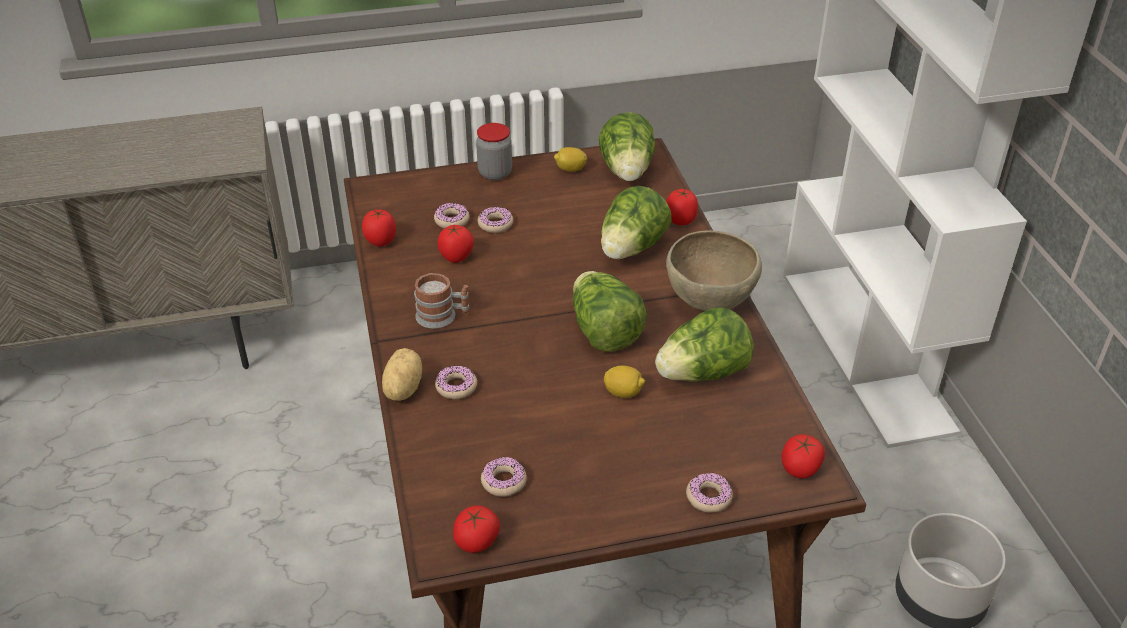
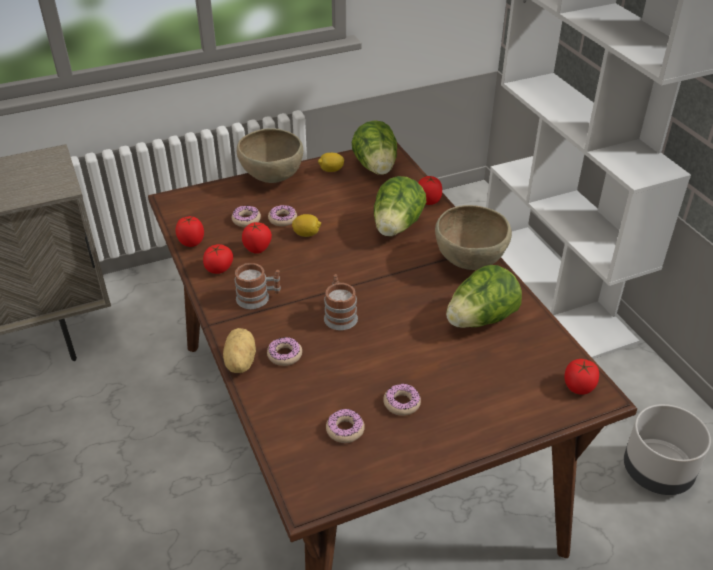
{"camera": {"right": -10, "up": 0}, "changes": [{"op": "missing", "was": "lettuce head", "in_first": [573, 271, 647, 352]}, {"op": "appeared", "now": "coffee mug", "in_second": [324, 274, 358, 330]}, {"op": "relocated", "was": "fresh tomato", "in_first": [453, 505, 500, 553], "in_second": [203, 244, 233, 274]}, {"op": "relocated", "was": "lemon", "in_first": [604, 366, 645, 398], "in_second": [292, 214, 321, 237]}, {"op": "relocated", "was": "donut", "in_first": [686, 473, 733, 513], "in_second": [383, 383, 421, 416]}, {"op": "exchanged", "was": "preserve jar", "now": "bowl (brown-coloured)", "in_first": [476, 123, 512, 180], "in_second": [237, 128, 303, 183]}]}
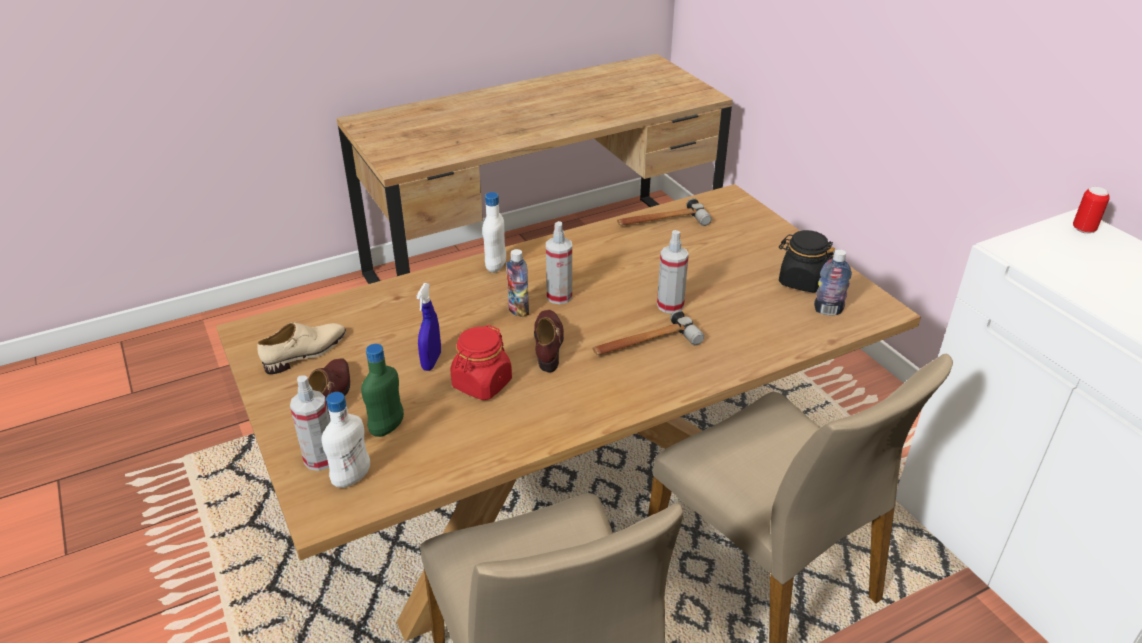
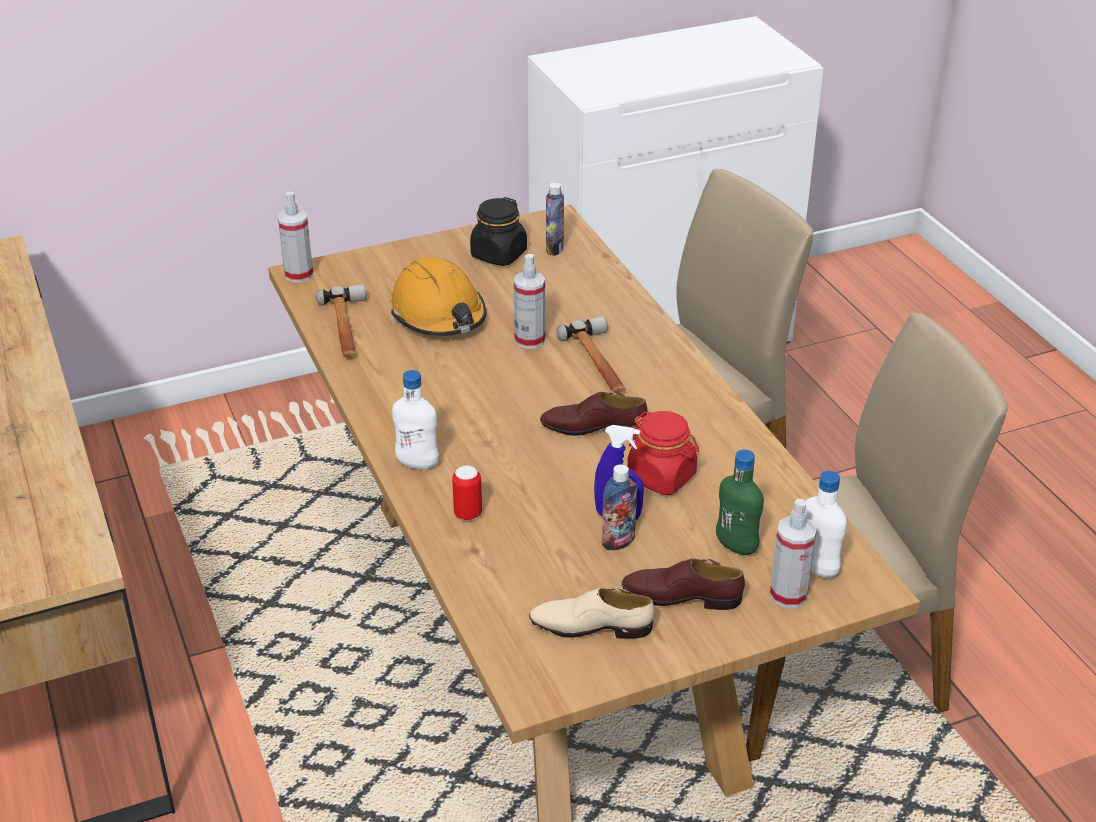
{"camera": {"right": -85, "up": 0}, "changes": [{"op": "appeared", "now": "safety helmet (orange)", "in_second": [391, 257, 487, 336]}, {"op": "relocated", "was": "beverage bottle", "in_first": [506, 249, 529, 317], "in_second": [602, 464, 637, 550]}, {"op": "relocated", "was": "sprayer", "in_first": [546, 221, 572, 304], "in_second": [278, 192, 313, 283]}, {"op": "relocated", "was": "metal can", "in_first": [1073, 187, 1110, 233], "in_second": [452, 465, 482, 521]}, {"op": "spun", "was": "item of footwear (beige)", "in_first": [257, 322, 346, 374], "in_second": [529, 587, 655, 639], "clockwise": -45}]}
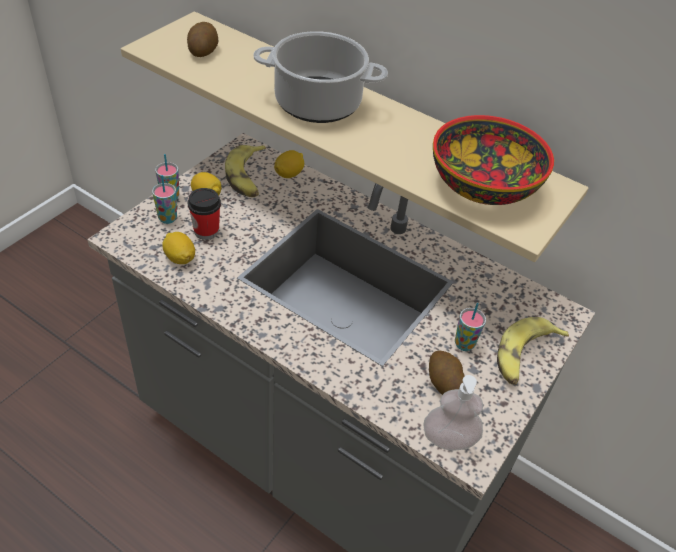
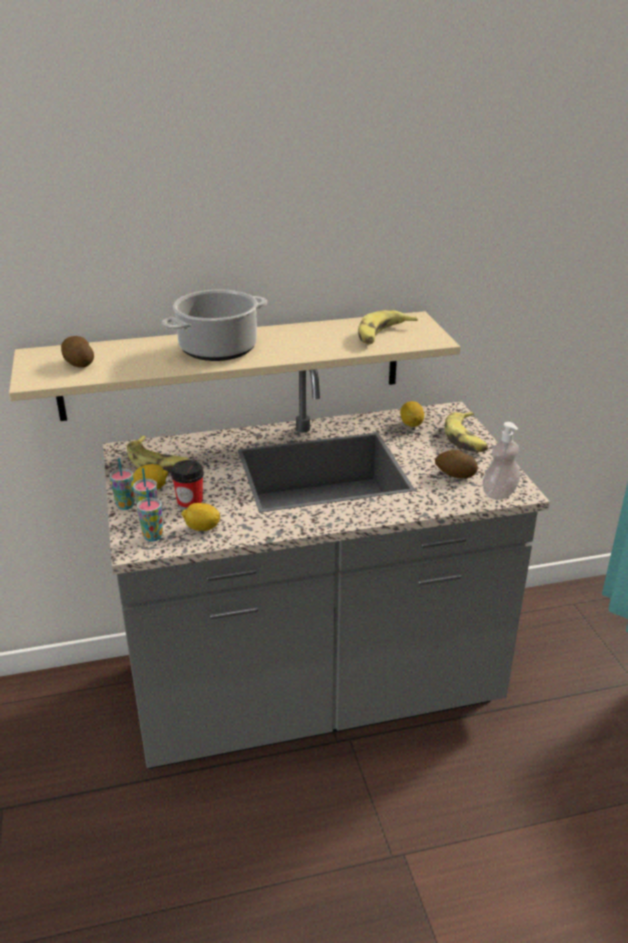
{"camera": {"right": -45, "up": -15}, "changes": [{"op": "relocated", "was": "lemon", "in_first": [274, 150, 304, 178], "in_second": [400, 401, 424, 427]}, {"op": "relocated", "was": "drinking cup", "in_first": [455, 303, 486, 351], "in_second": [137, 487, 163, 542]}, {"op": "exchanged", "was": "bowl", "now": "banana fruit", "in_first": [433, 115, 554, 205], "in_second": [358, 310, 418, 344]}]}
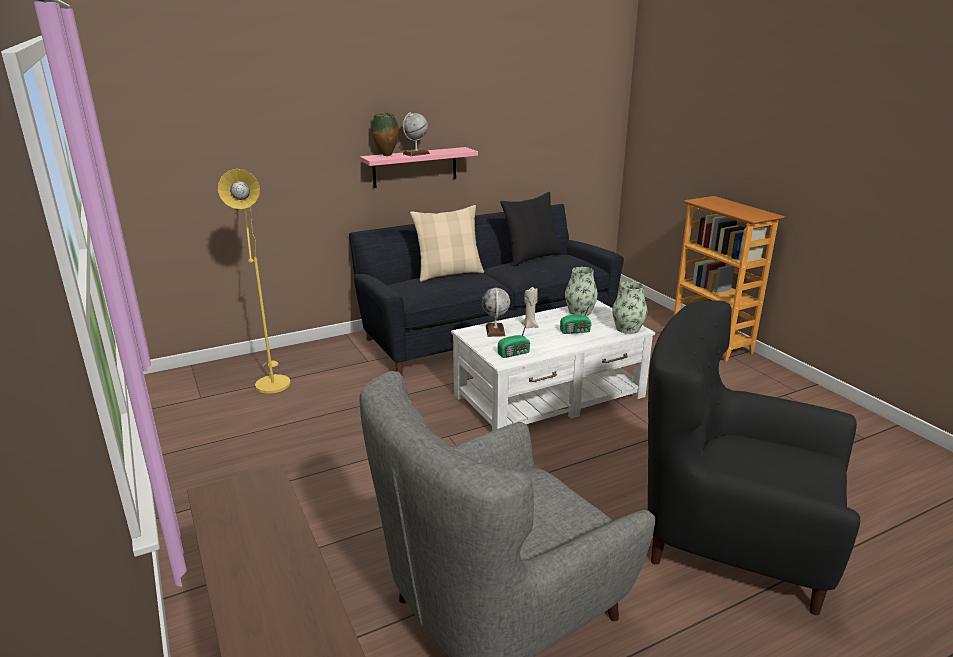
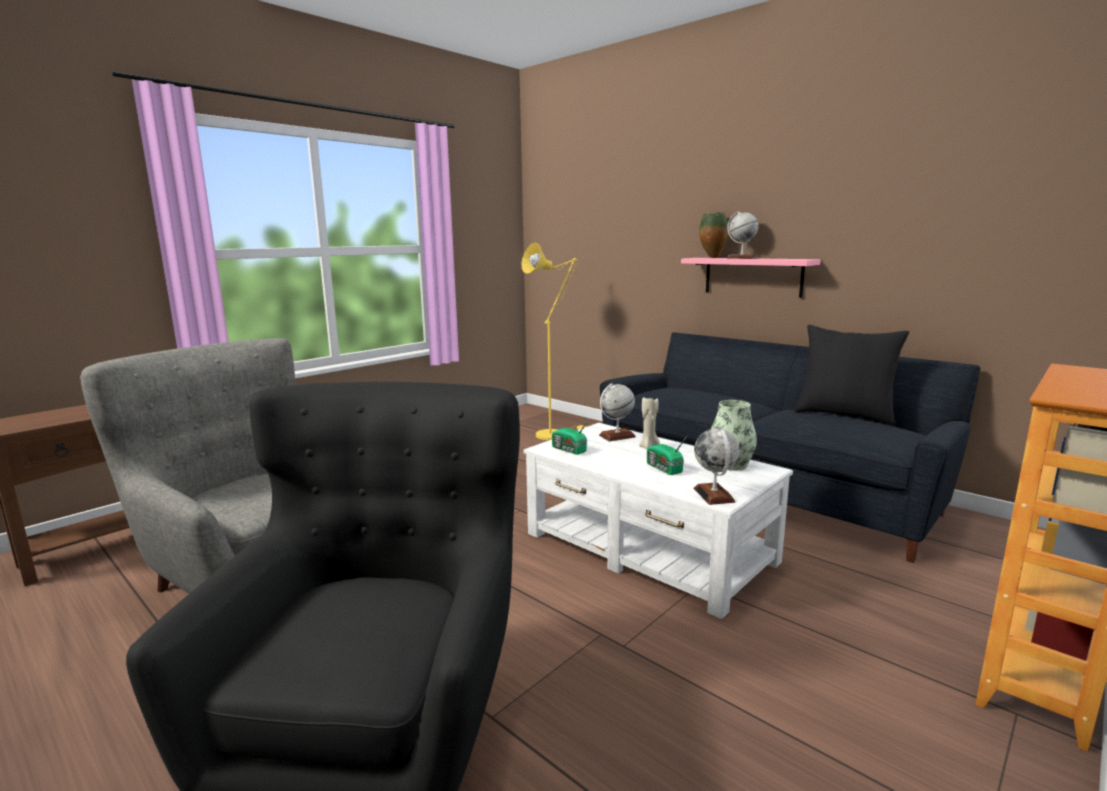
{"camera": {"right": 70, "up": -10}, "changes": [{"op": "missing", "was": "cushion (beige)", "in_first": [410, 205, 484, 282]}, {"op": "exchanged", "was": "decorative vase", "now": "desk globe", "in_first": [612, 281, 647, 334], "in_second": [694, 428, 740, 505]}]}
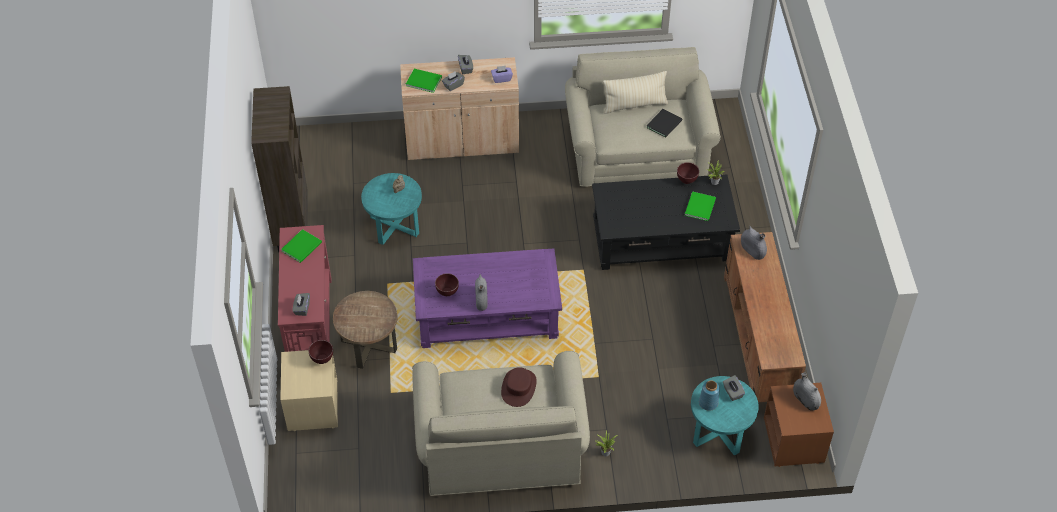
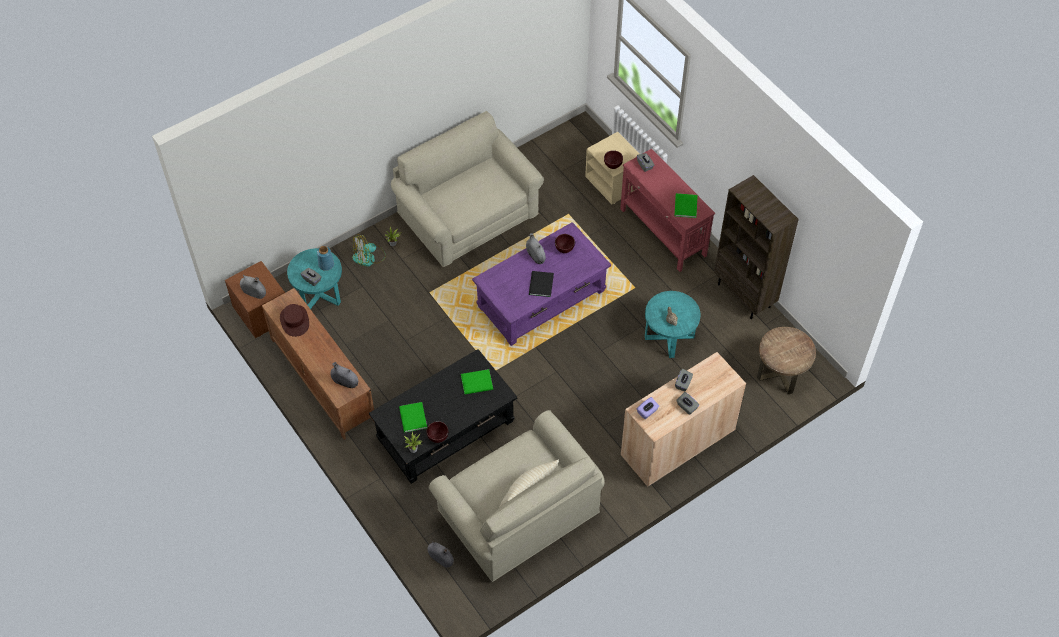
{"camera": {"right": 150, "up": 5}, "changes": [{"op": "appeared", "now": "fan", "in_second": [352, 234, 386, 266]}, {"op": "appeared", "now": "decorative vase (gray)", "in_second": [427, 542, 454, 568]}, {"op": "relocated", "was": "accent table (brown-coloured)", "in_first": [333, 291, 397, 369], "in_second": [757, 327, 816, 394]}, {"op": "relocated", "was": "volume (green-coloured)", "in_first": [406, 69, 442, 93], "in_second": [461, 369, 493, 394]}, {"op": "relocated", "was": "wearable hat (brown-coloured)", "in_first": [501, 367, 536, 407], "in_second": [280, 304, 309, 337]}, {"op": "relocated", "was": "volume (blackish)", "in_first": [646, 109, 682, 138], "in_second": [529, 271, 554, 297]}]}
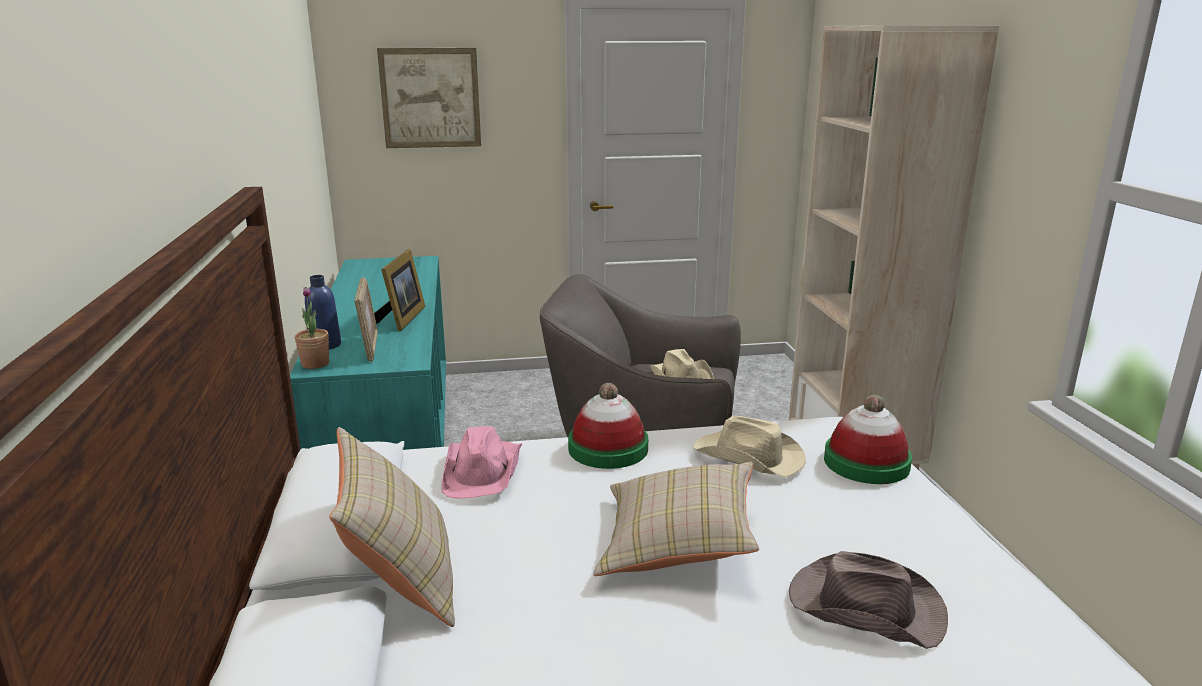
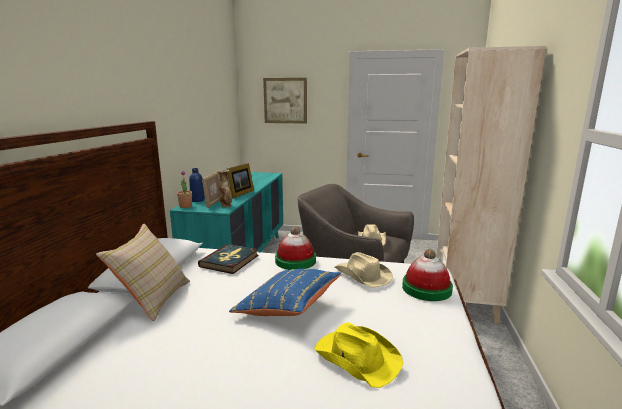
{"camera": {"right": 20, "up": -5}, "changes": [{"op": "appeared", "now": "decorative vase", "in_second": [217, 170, 232, 207]}, {"op": "exchanged", "was": "wearable hat (pink-coloured)", "now": "volume", "in_first": [441, 426, 522, 499], "in_second": [198, 244, 259, 274]}, {"op": "colour", "was": "cushion (beige)", "now": "cushion (bluish)", "in_first": [593, 462, 759, 576], "in_second": [229, 269, 342, 316]}, {"op": "colour", "was": "wearable hat (brown-coloured)", "now": "wearable hat (yellow-coloured)", "in_first": [789, 551, 948, 649], "in_second": [314, 322, 403, 388]}]}
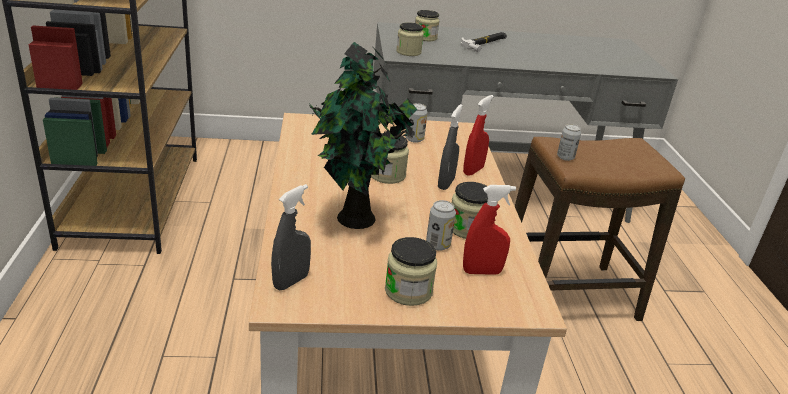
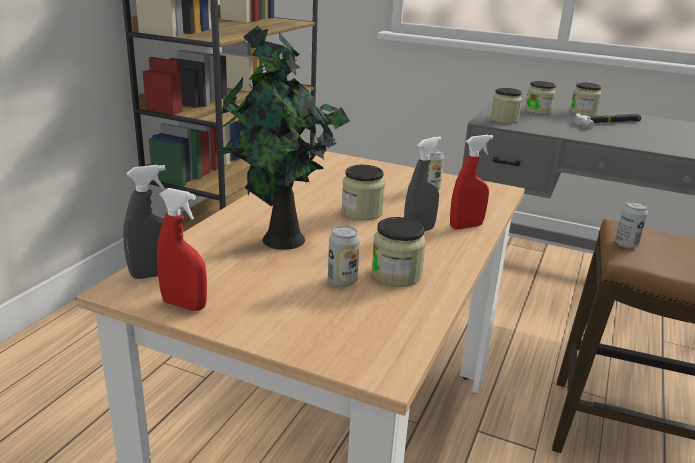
{"camera": {"right": 30, "up": -5}, "changes": [{"op": "relocated", "was": "preserve jar", "in_first": [385, 237, 437, 306], "in_second": [570, 82, 601, 116]}, {"op": "relocated", "was": "sprayer (red)", "in_first": [463, 185, 516, 275], "in_second": [157, 188, 207, 311]}]}
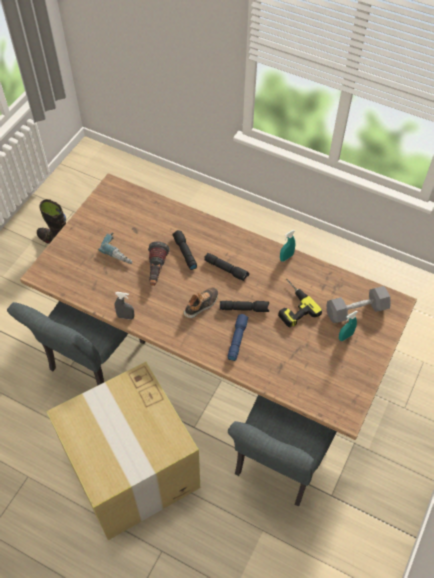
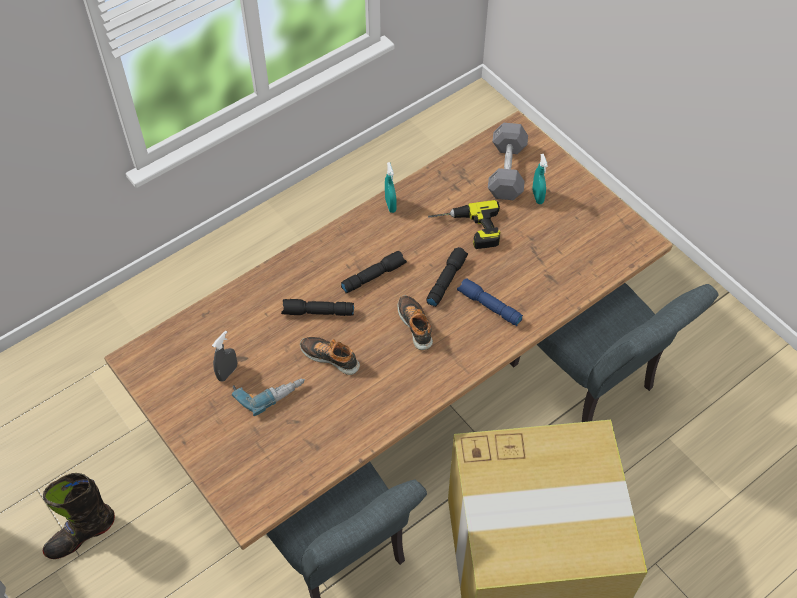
{"camera": {"right": -65, "up": 0}, "changes": [{"op": "relocated", "was": "sprayer (gray)", "in_first": [115, 292, 134, 320], "in_second": [212, 331, 237, 381]}, {"op": "exchanged", "was": "flashlight", "now": "item of footwear", "in_first": [148, 241, 170, 286], "in_second": [300, 337, 360, 375]}]}
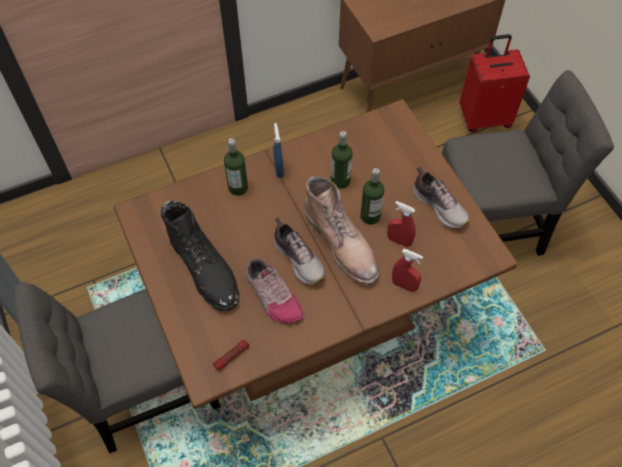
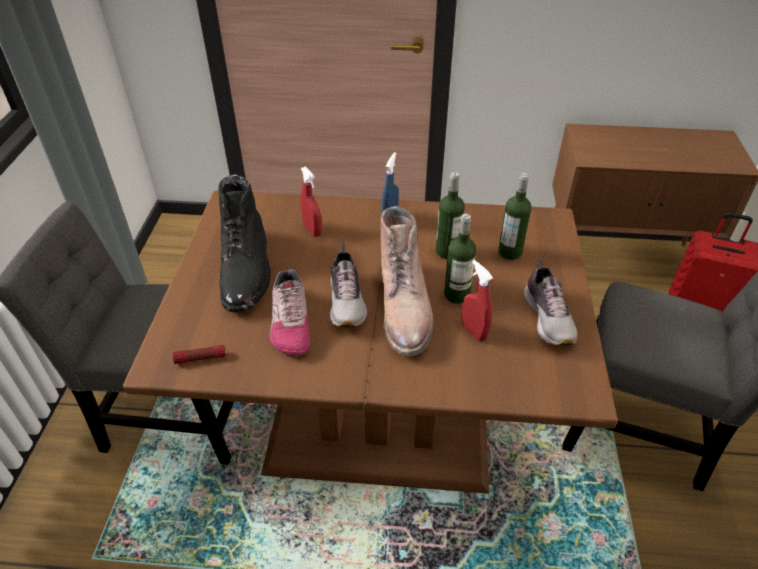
{"camera": {"right": 30, "up": -15}, "changes": [{"op": "relocated", "was": "beverage bottle", "in_first": [224, 138, 248, 196], "in_second": [498, 173, 532, 260]}, {"op": "relocated", "was": "sprayer (red)", "in_first": [392, 249, 423, 292], "in_second": [301, 166, 322, 237]}]}
